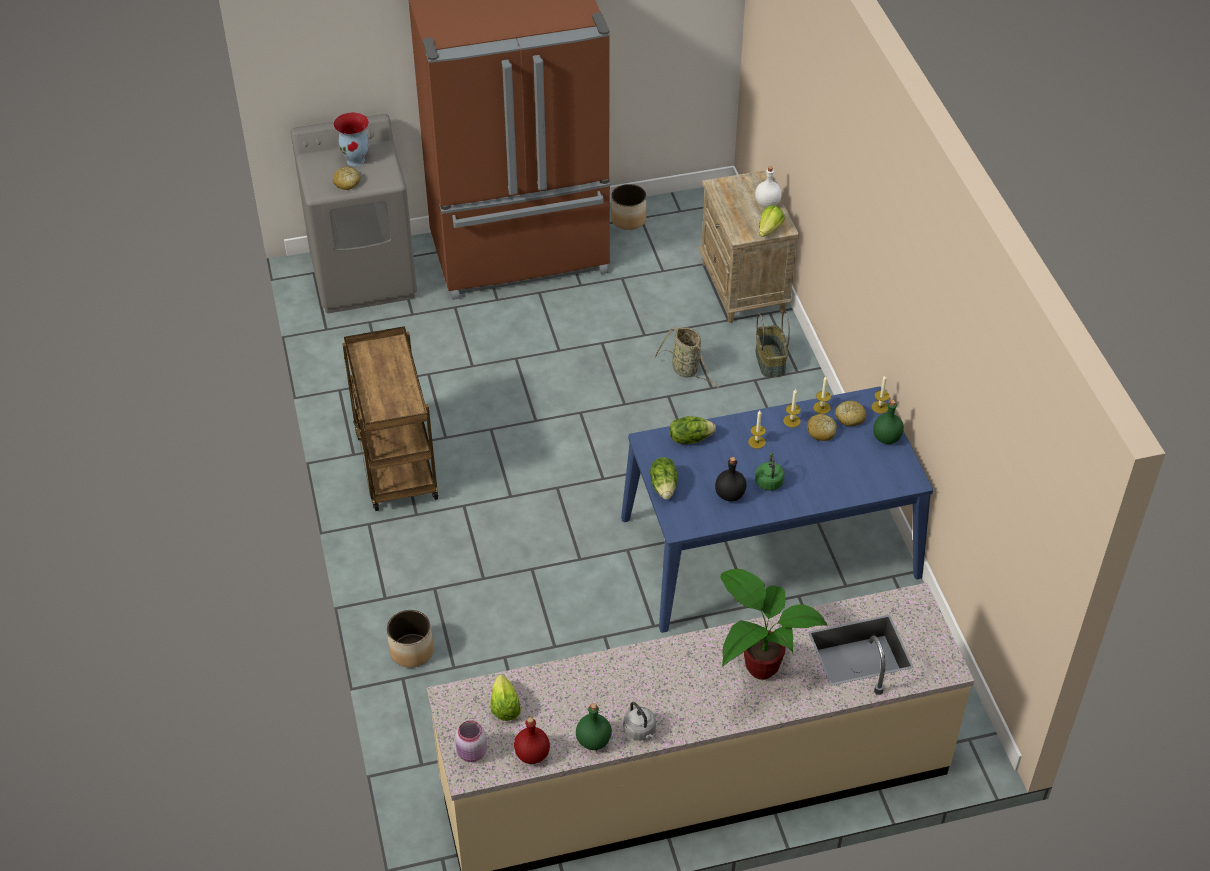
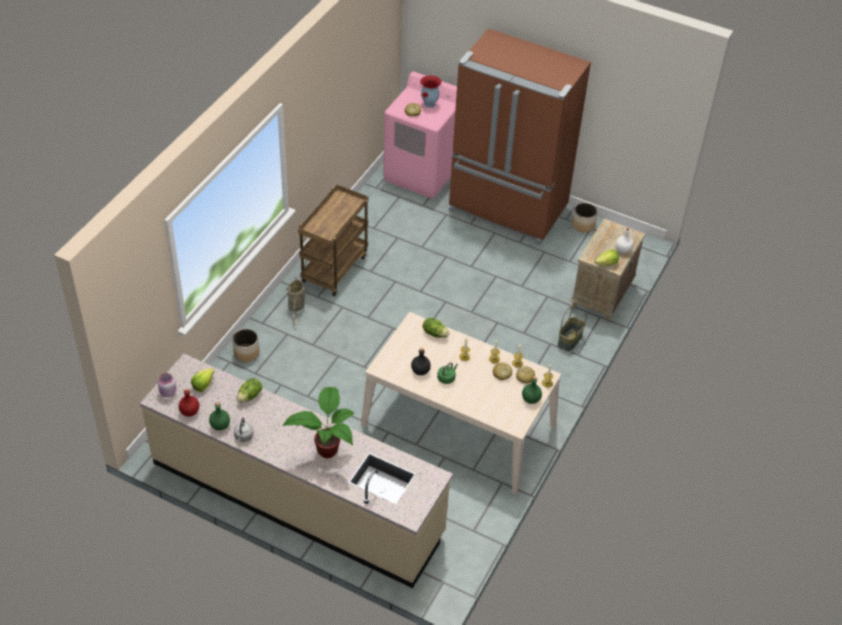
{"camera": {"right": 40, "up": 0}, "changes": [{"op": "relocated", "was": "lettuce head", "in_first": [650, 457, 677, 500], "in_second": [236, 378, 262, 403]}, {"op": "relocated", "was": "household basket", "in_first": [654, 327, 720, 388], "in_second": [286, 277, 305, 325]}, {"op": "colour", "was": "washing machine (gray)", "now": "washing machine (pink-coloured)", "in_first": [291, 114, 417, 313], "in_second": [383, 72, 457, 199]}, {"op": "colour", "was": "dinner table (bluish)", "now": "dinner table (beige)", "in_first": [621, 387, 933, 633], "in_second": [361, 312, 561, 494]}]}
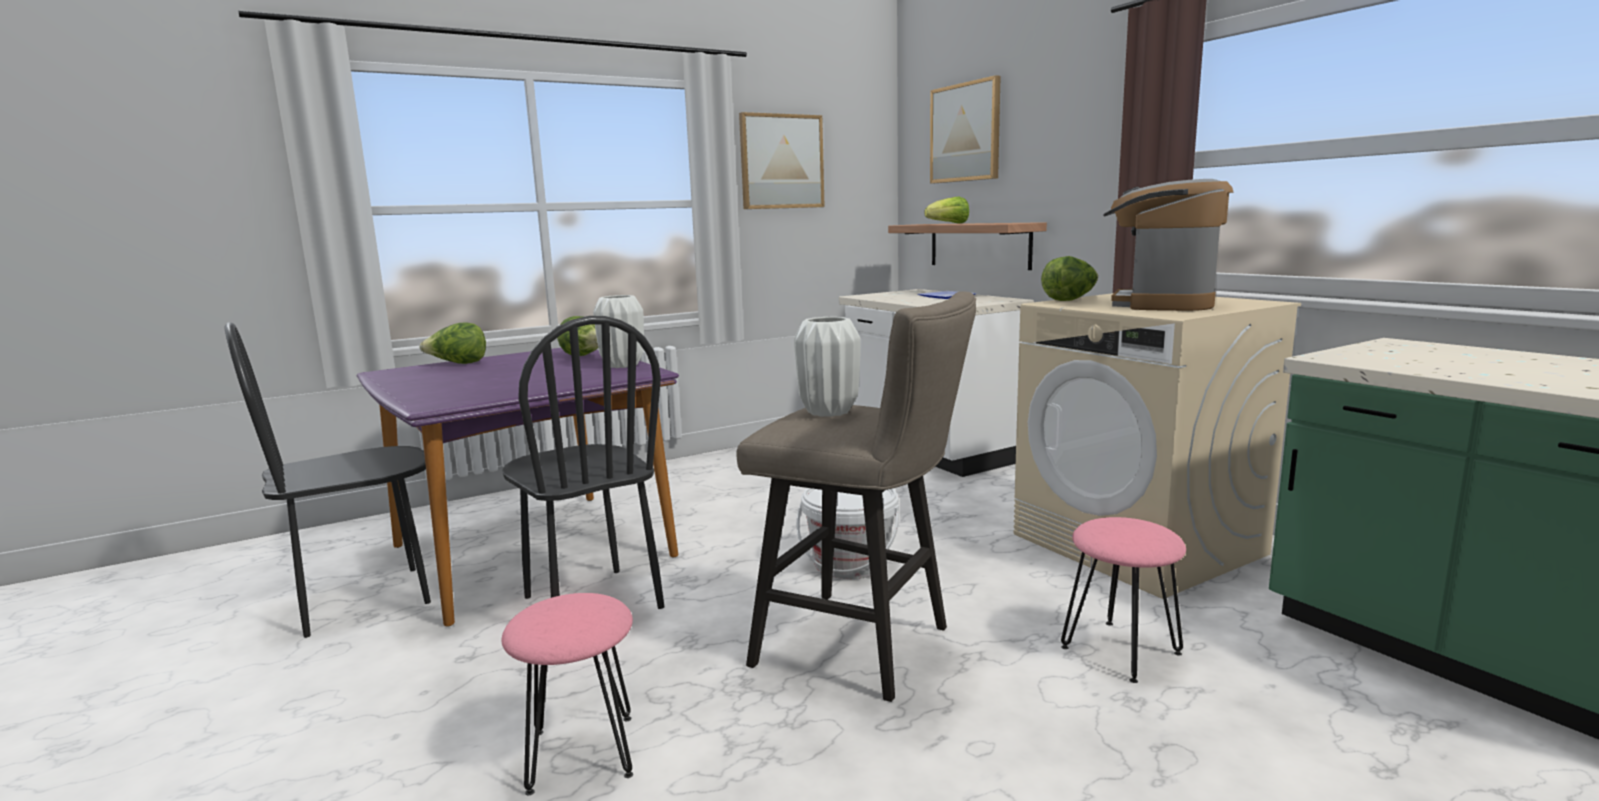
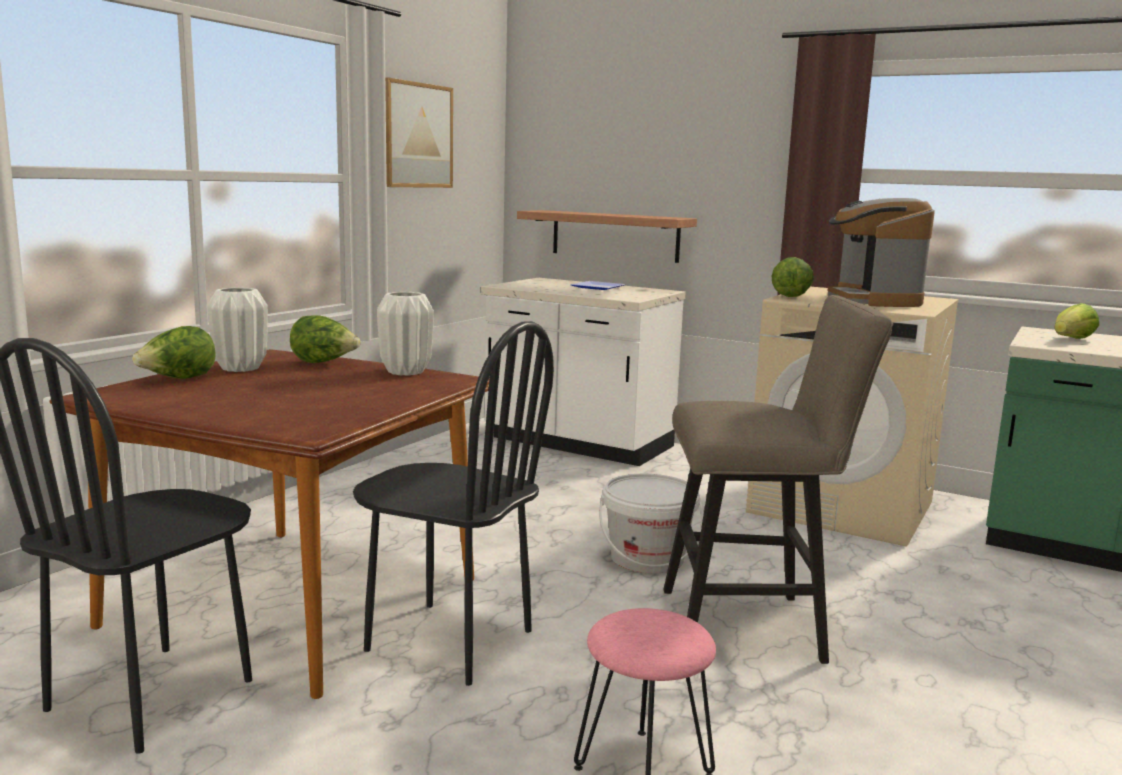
{"camera": {"right": -30, "up": 0}, "changes": [{"op": "missing", "was": "wall art", "in_first": [930, 75, 1001, 183]}, {"op": "missing", "was": "stool seat (pink-coloured)", "in_first": [1061, 517, 1186, 683]}, {"op": "relocated", "was": "decorative vase (white)", "in_first": [794, 317, 861, 417], "in_second": [207, 287, 268, 372]}, {"op": "relocated", "was": "lettuce head", "in_first": [925, 196, 969, 224], "in_second": [1054, 303, 1099, 339]}, {"op": "colour", "was": "dinner table (purplish)", "now": "dinner table (brown-coloured)", "in_first": [357, 348, 679, 627], "in_second": [49, 349, 490, 699]}]}
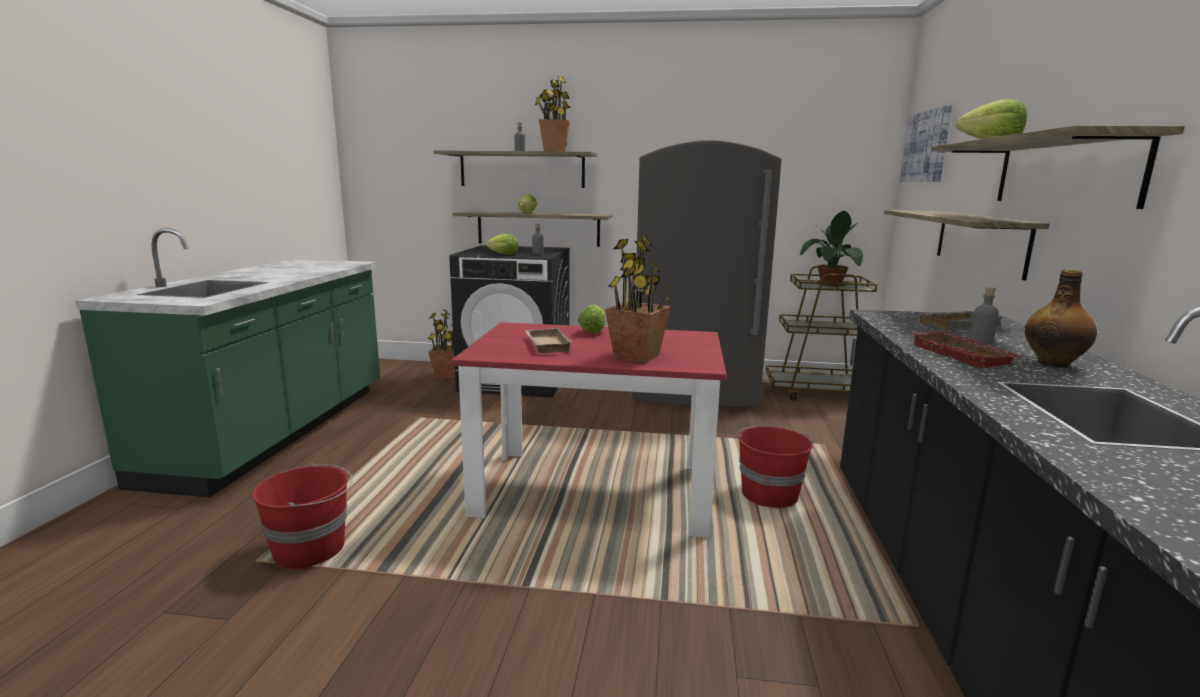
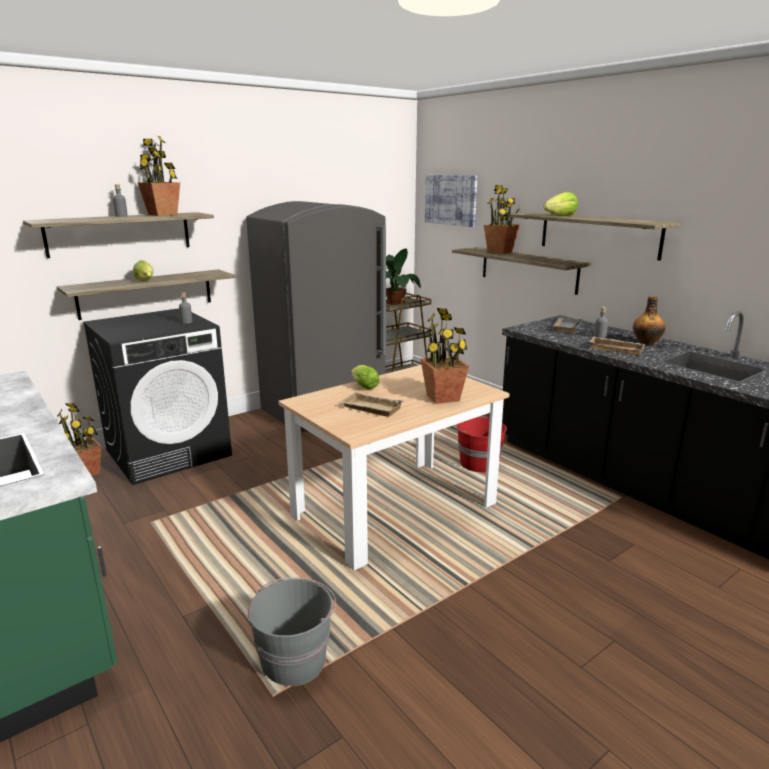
{"camera": {"right": -45, "up": 5}, "changes": [{"op": "missing", "was": "lettuce head", "in_first": [486, 234, 519, 255]}, {"op": "appeared", "now": "houseplant", "in_second": [484, 185, 520, 254]}, {"op": "colour", "was": "bucket (red)", "now": "bucket (gray)", "in_first": [252, 463, 353, 570], "in_second": [248, 577, 336, 687]}, {"op": "colour", "was": "dinner table (red)", "now": "dinner table (beige)", "in_first": [451, 322, 727, 538], "in_second": [278, 365, 510, 570]}, {"op": "colour", "was": "tray (red)", "now": "tray (beige)", "in_first": [910, 331, 1020, 369], "in_second": [589, 336, 645, 355]}]}
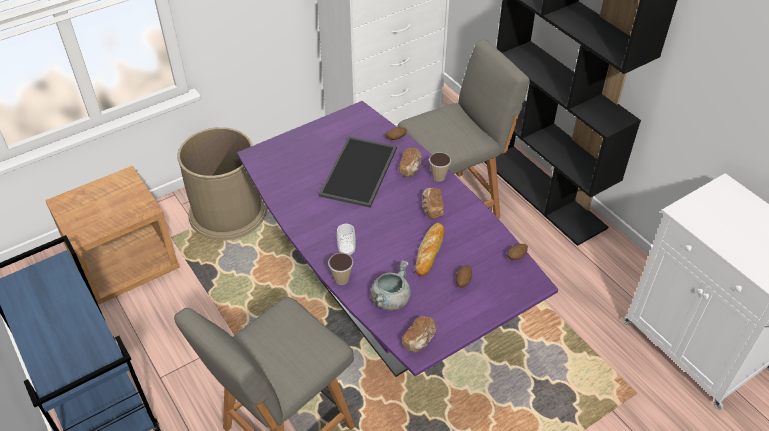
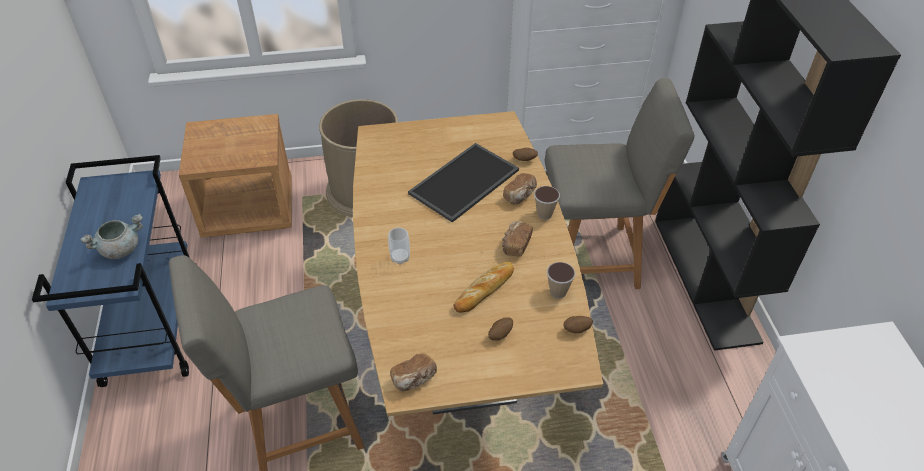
{"camera": {"right": 25, "up": 0}, "changes": [{"op": "relocated", "was": "drinking cup", "in_first": [328, 253, 353, 285], "in_second": [547, 262, 575, 298]}, {"op": "relocated", "was": "cooking pot (gray)", "in_first": [370, 260, 411, 311], "in_second": [80, 213, 143, 259]}, {"op": "colour", "was": "dinner table (purplish)", "now": "dinner table (brown-coloured)", "in_first": [237, 101, 558, 377], "in_second": [353, 111, 603, 416]}]}
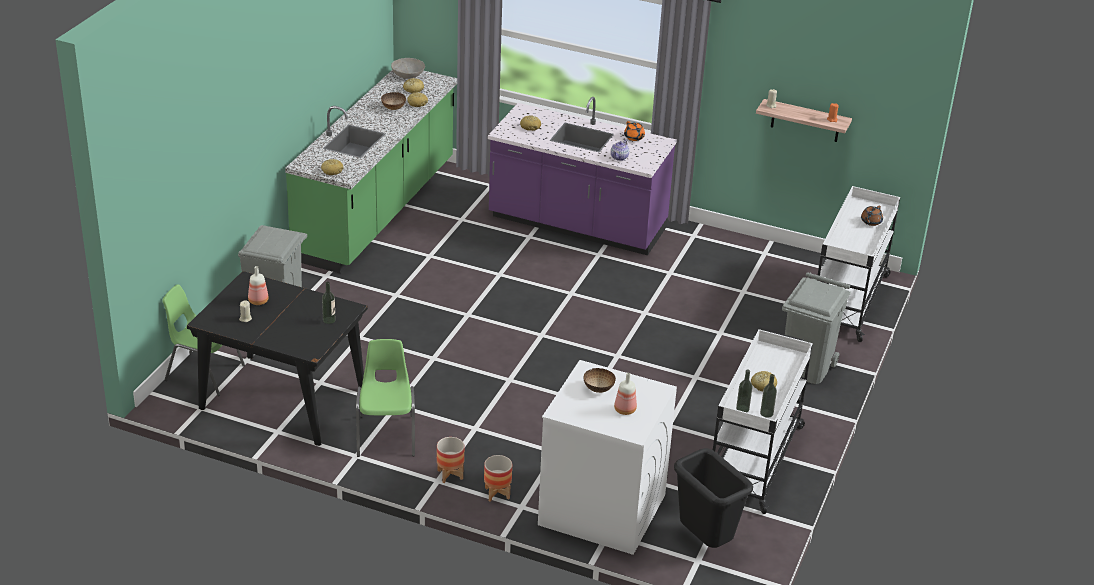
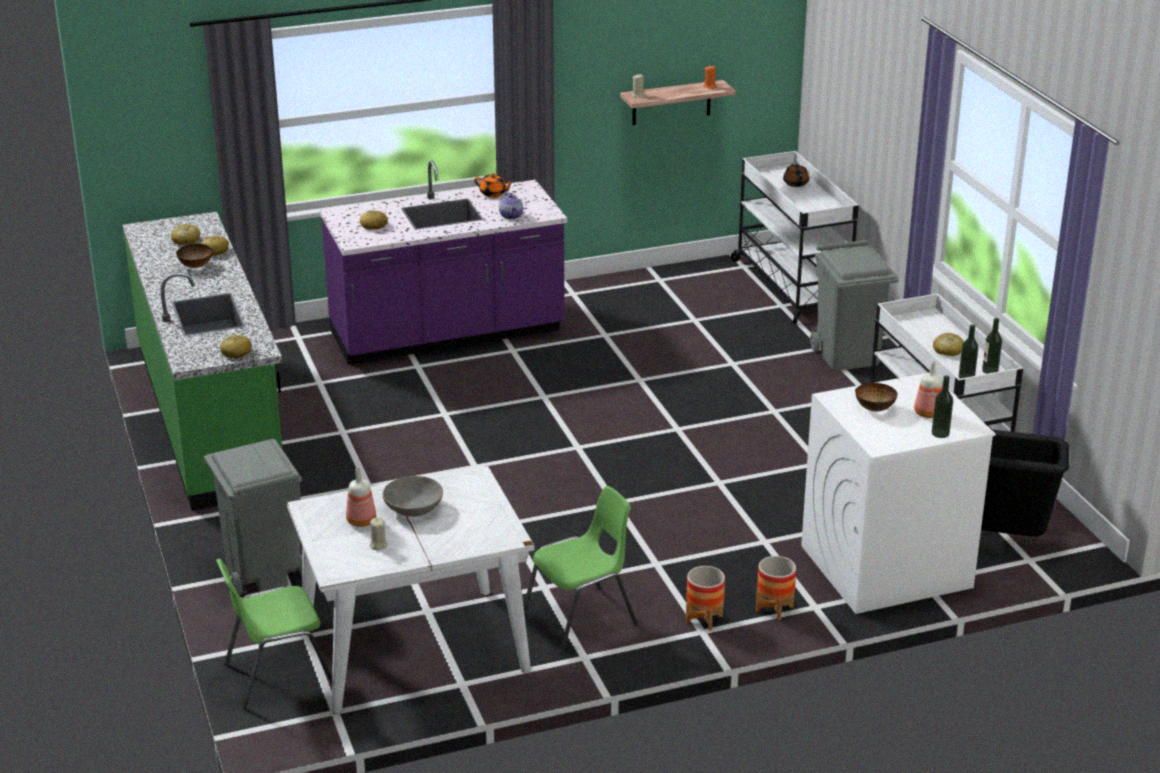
{"camera": {"right": -40, "up": -5}, "changes": [{"op": "relocated", "was": "beverage bottle", "in_first": [322, 281, 336, 324], "in_second": [932, 375, 953, 438]}, {"op": "relocated", "was": "bowl (gray)", "in_first": [391, 58, 425, 79], "in_second": [382, 476, 443, 517]}, {"op": "colour", "was": "dinner table (blackish)", "now": "dinner table (white)", "in_first": [187, 271, 368, 446], "in_second": [287, 465, 535, 714]}, {"op": "spun", "was": "upright chair (green-coloured)", "in_first": [356, 339, 415, 457], "in_second": [523, 486, 638, 655], "clockwise": 105}]}
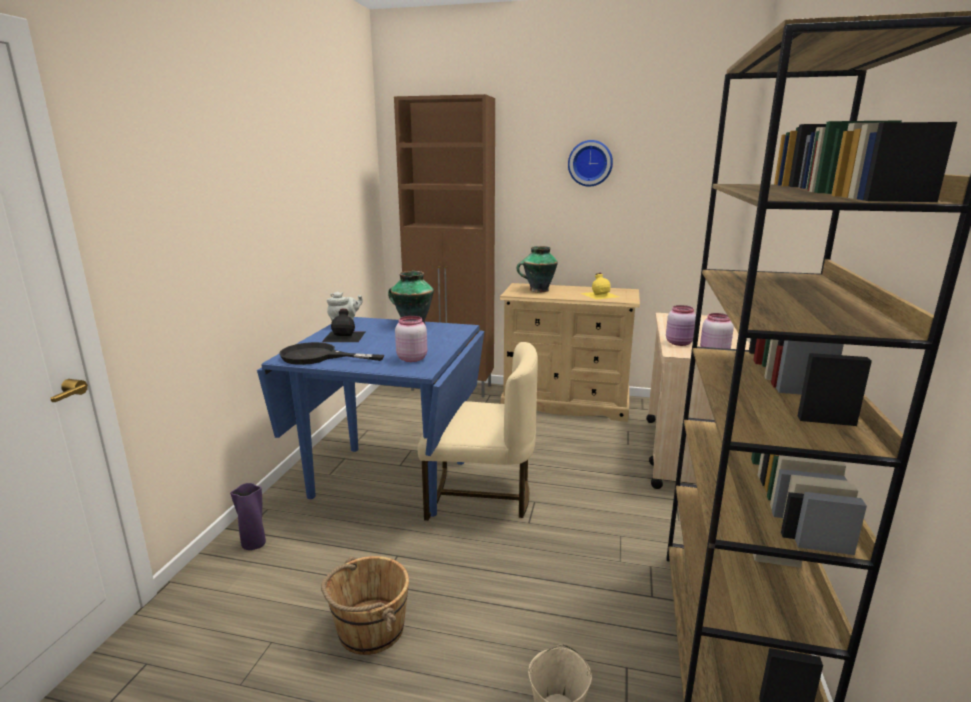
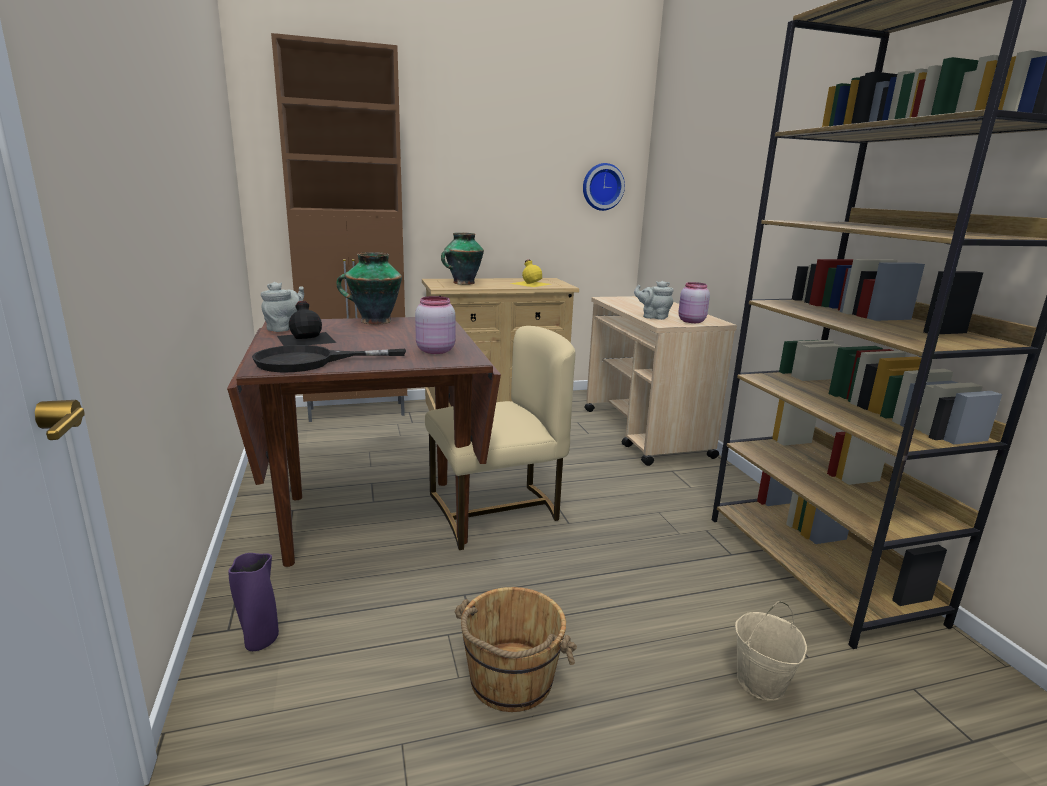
{"camera": {"right": -30, "up": 0}, "changes": [{"op": "relocated", "was": "clock on the wall", "in_first": [568, 140, 613, 187], "in_second": [583, 163, 625, 211]}, {"op": "exchanged", "was": "preserve jar (pink-coloured)", "now": "teapot (gray)", "in_first": [666, 305, 696, 346], "in_second": [634, 281, 673, 320]}, {"op": "colour", "was": "dinner table (bluish)", "now": "dinner table (brown-coloured)", "in_first": [257, 317, 484, 517], "in_second": [227, 317, 501, 567]}]}
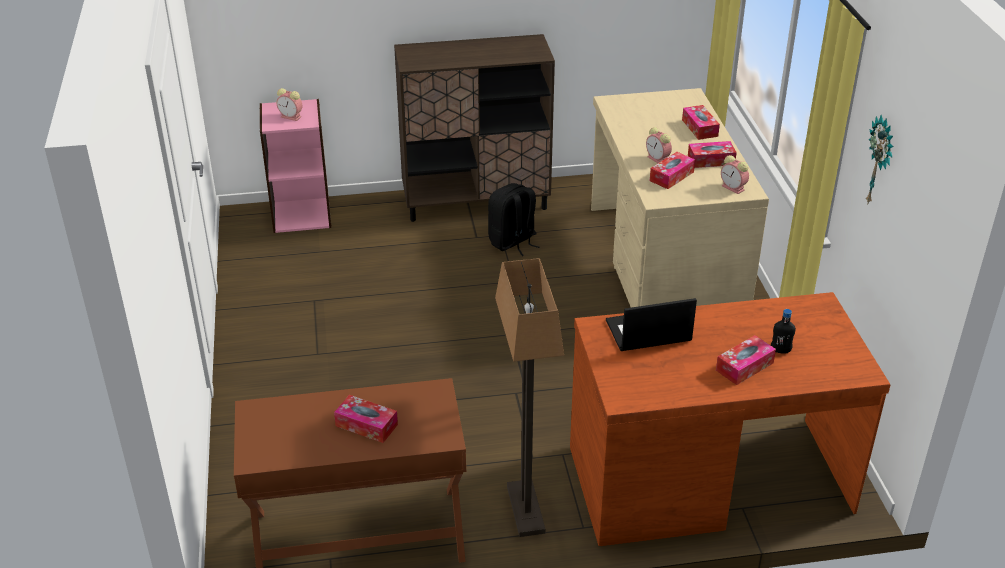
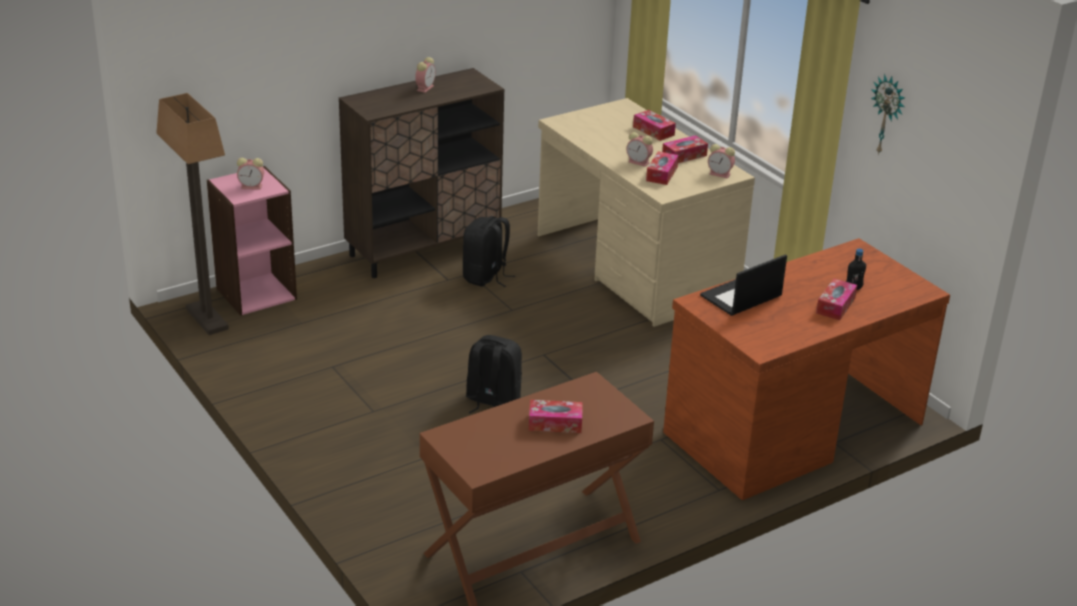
{"camera": {"right": -25, "up": -5}, "changes": [{"op": "appeared", "now": "alarm clock", "in_second": [415, 57, 436, 93]}, {"op": "appeared", "now": "knapsack (blackish)", "in_second": [466, 335, 522, 413]}, {"op": "relocated", "was": "standing lamp", "in_first": [495, 258, 564, 537], "in_second": [156, 93, 229, 335]}]}
